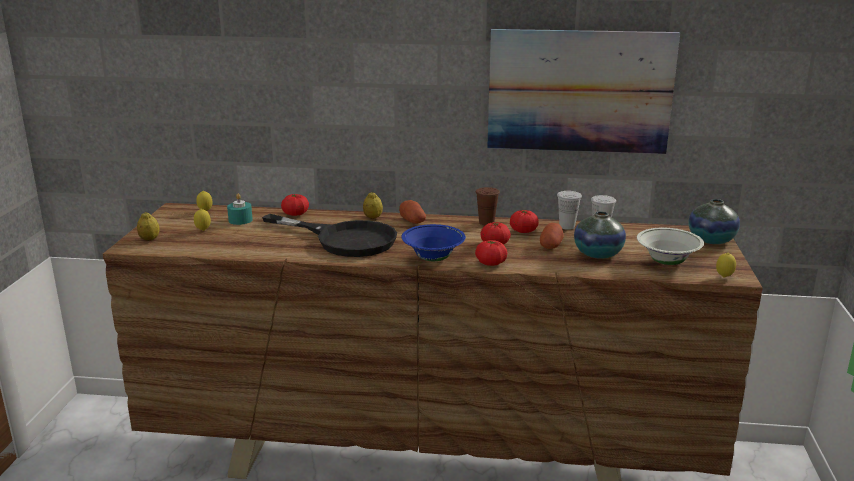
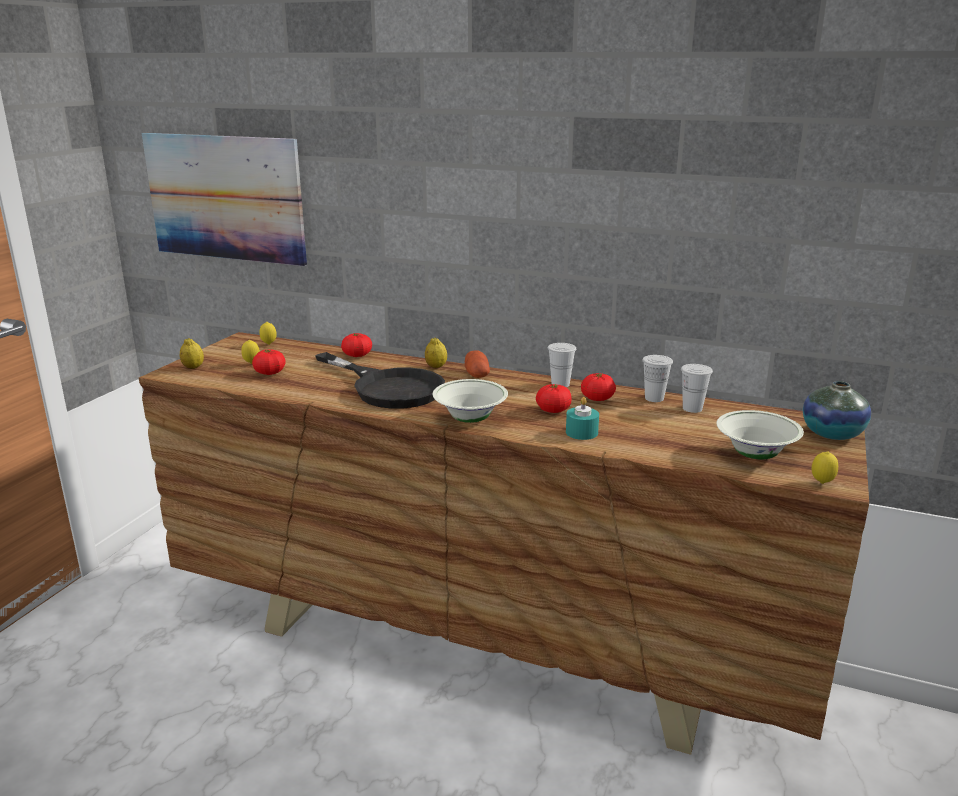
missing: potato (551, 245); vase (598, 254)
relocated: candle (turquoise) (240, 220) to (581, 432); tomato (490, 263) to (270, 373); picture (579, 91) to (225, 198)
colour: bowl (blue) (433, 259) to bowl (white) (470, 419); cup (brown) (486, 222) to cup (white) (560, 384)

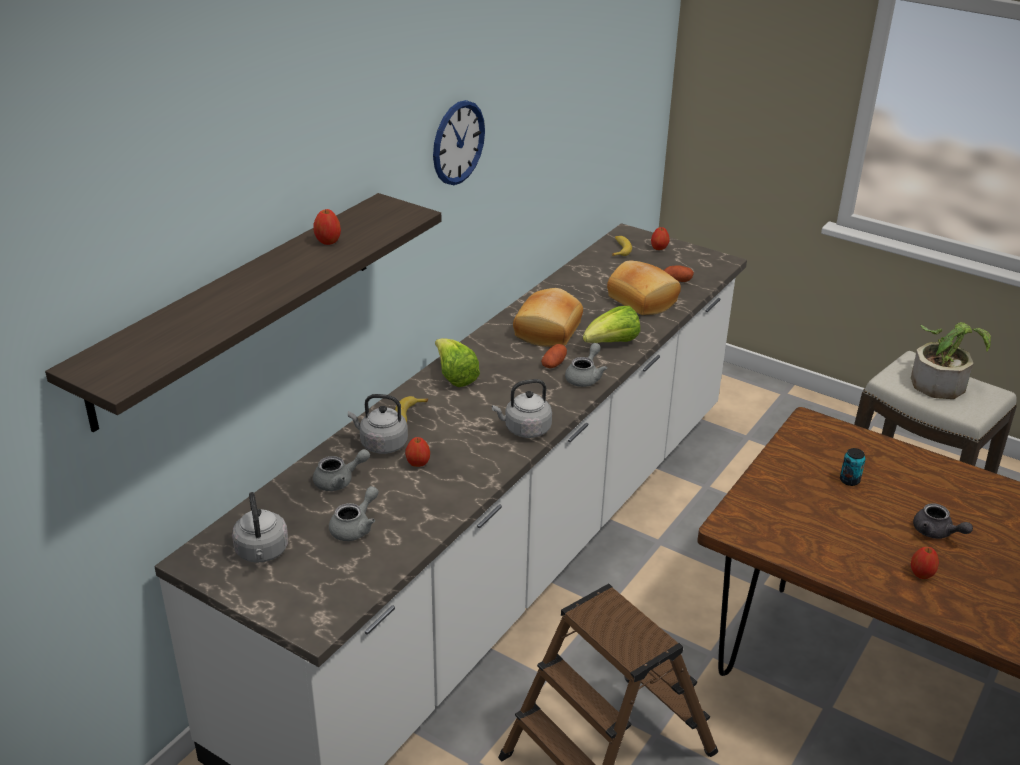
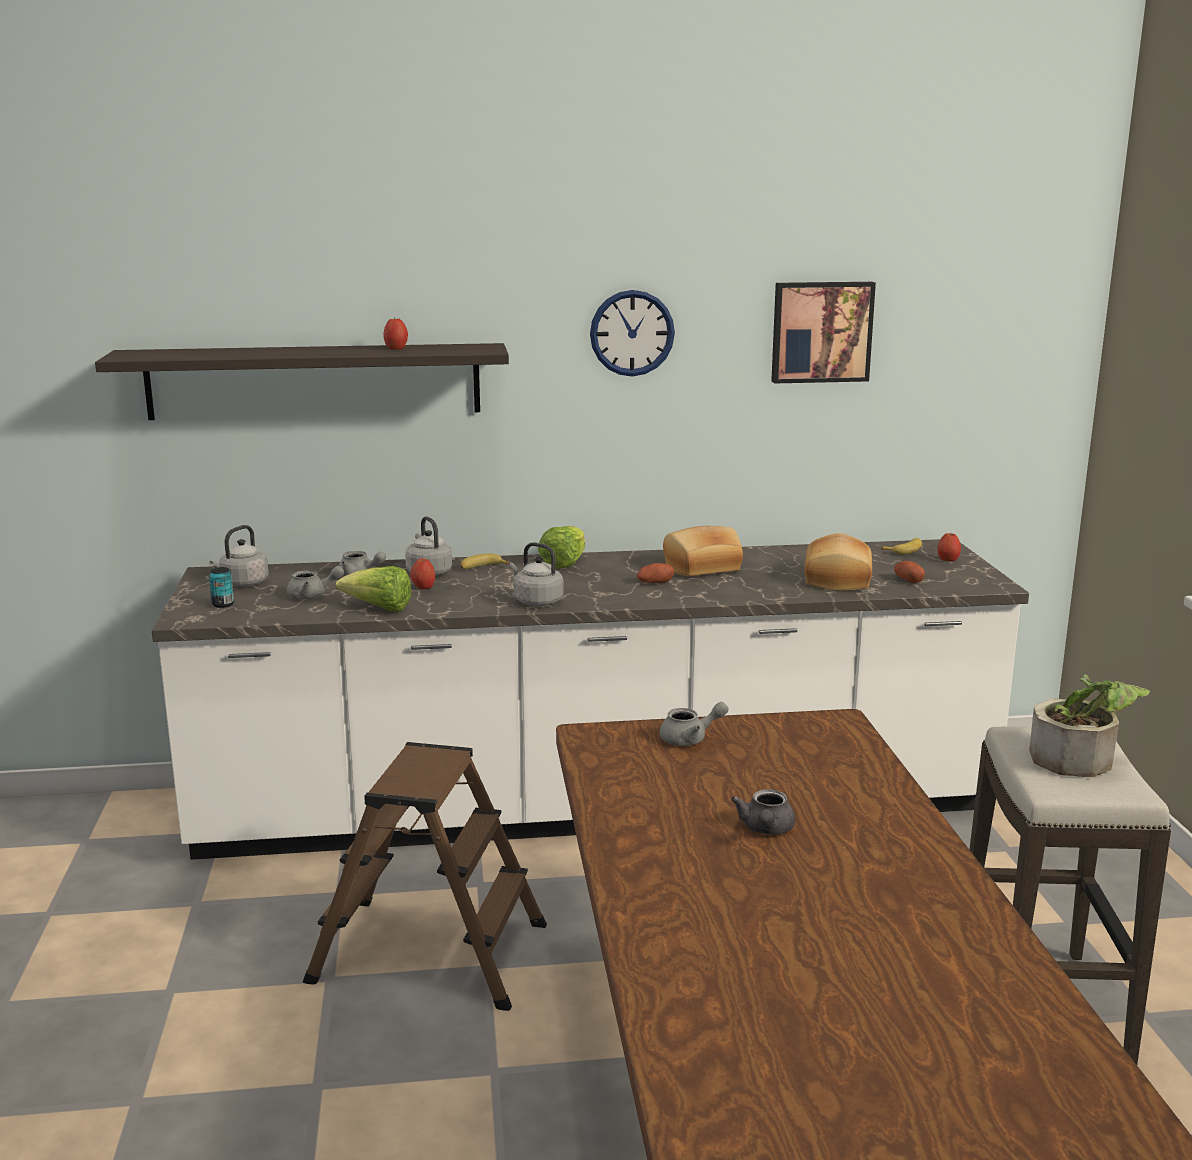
missing: apple (921, 574)
appeared: picture (821, 331)
relocated: teapot (grey) (585, 377) to (690, 739); lettuce (612, 343) to (379, 609); can (849, 480) to (223, 604)

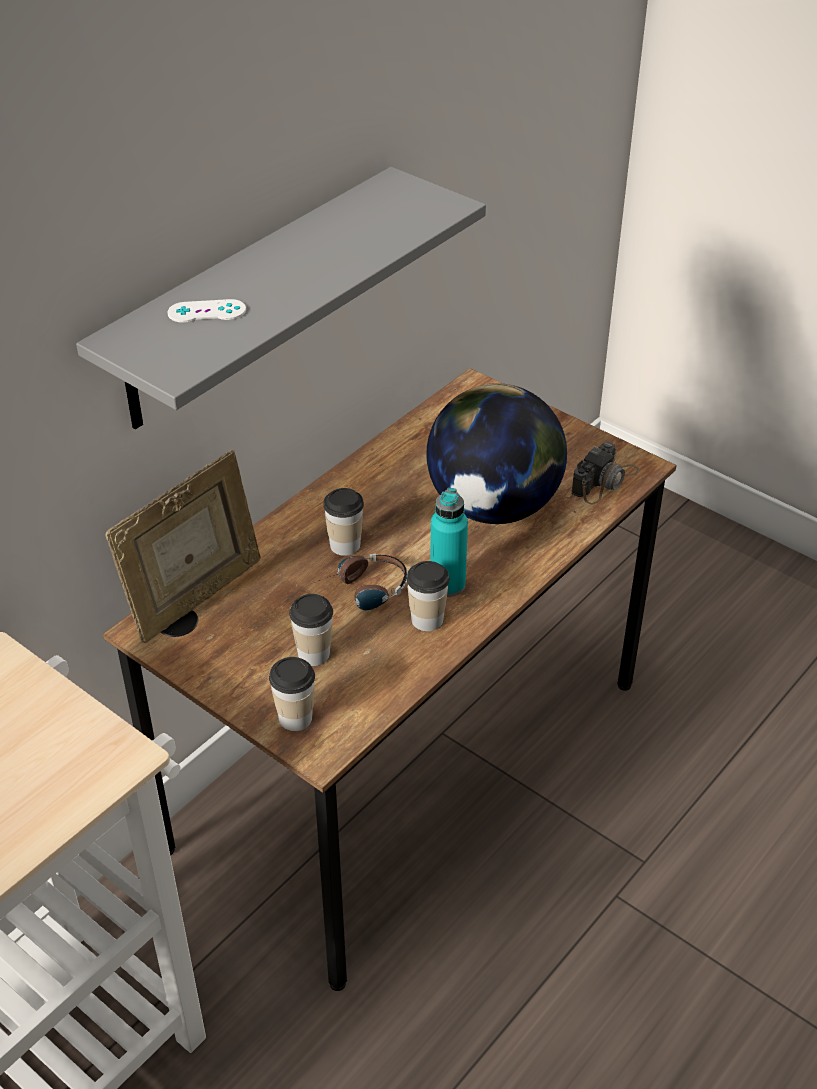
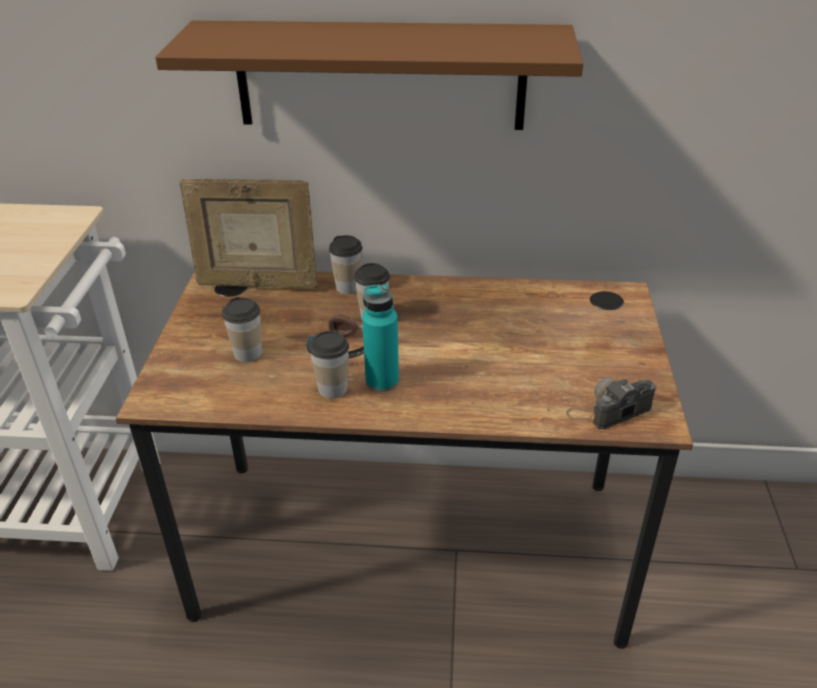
missing: game controller (white) (207, 312); globe (493, 507)
relocated: cup (295, 718) to (348, 287)
colour: shelf (grey) (252, 299) to shelf (brown) (380, 76)
spun: photo camera (605, 481) = (609, 410) 150 degrees clockwise

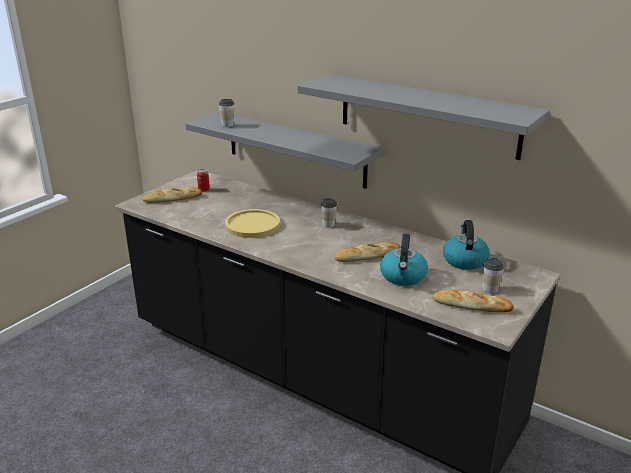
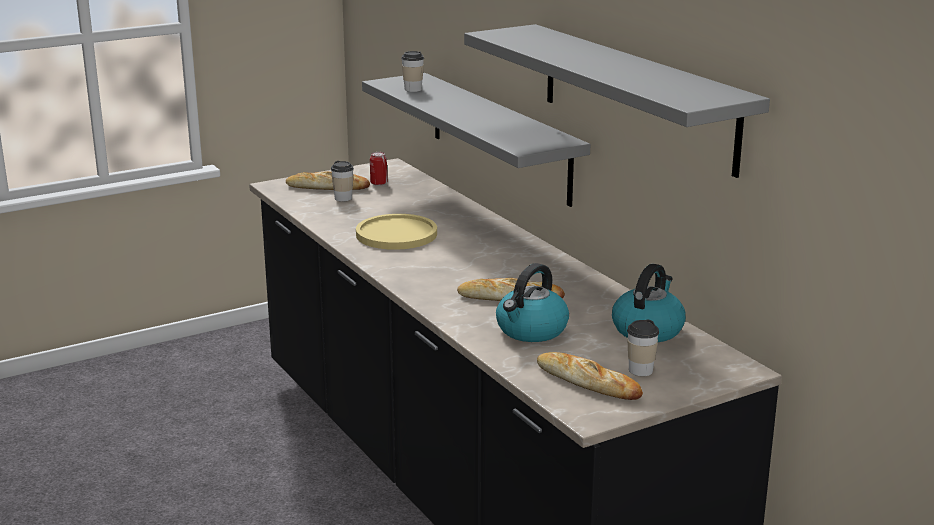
relocated: cup (328, 225) to (343, 198)

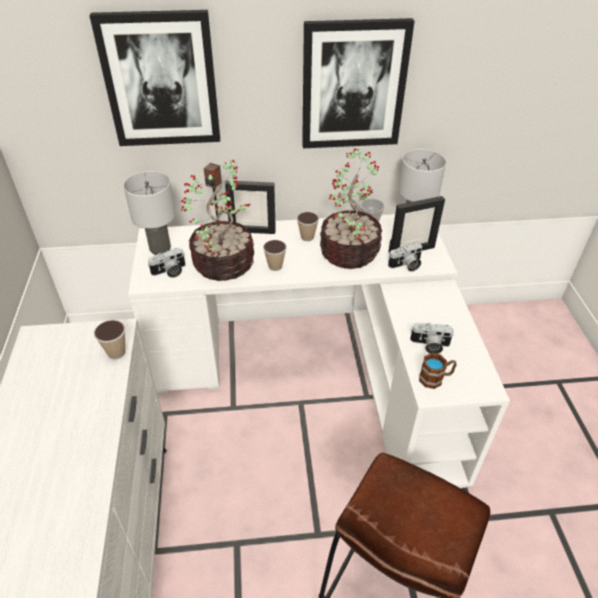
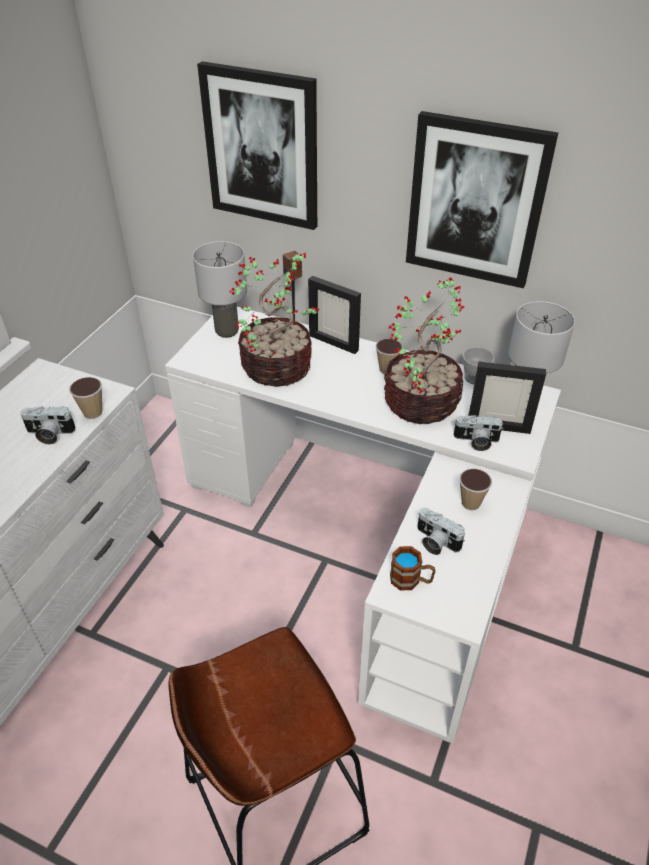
relocated: photo camera (169, 272) to (49, 434); cup (275, 266) to (470, 503)

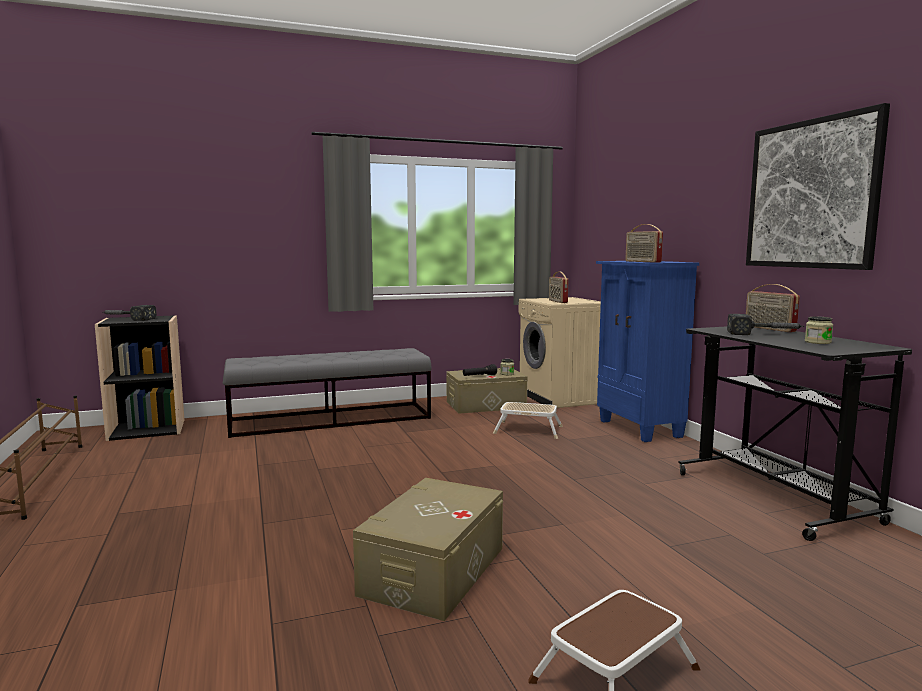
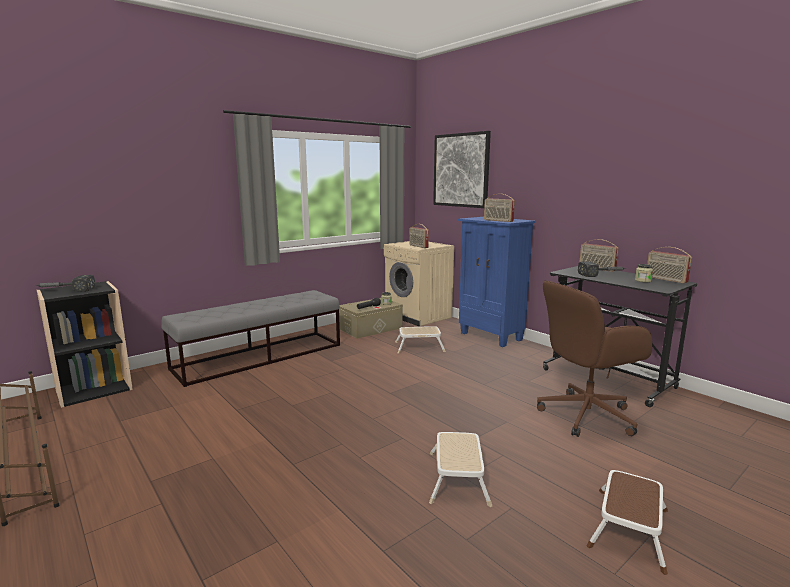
appeared: office chair (brown) (585, 416); radio (665, 279)
relocated: picture (811, 194) to (461, 170)
exchanged: storage box (beige) (433, 571) to step ladder (beige) (457, 477)

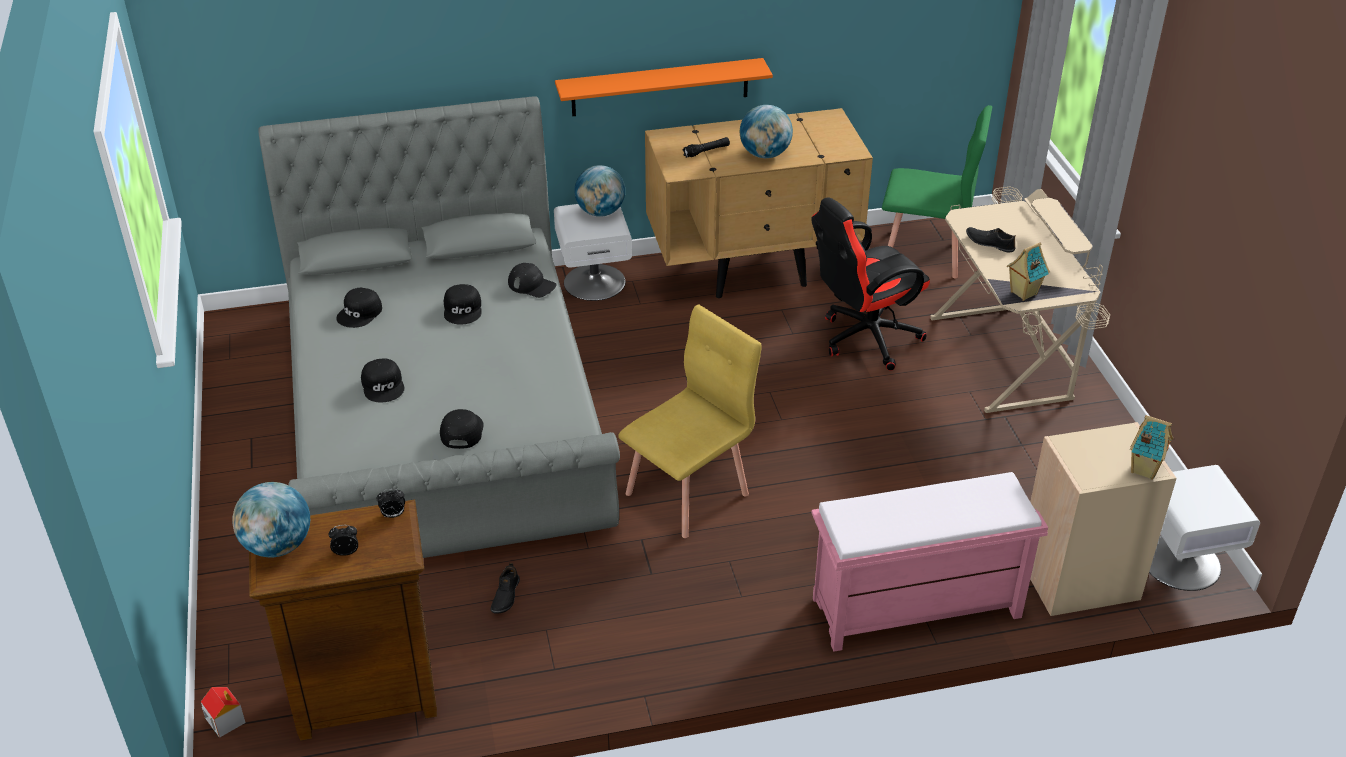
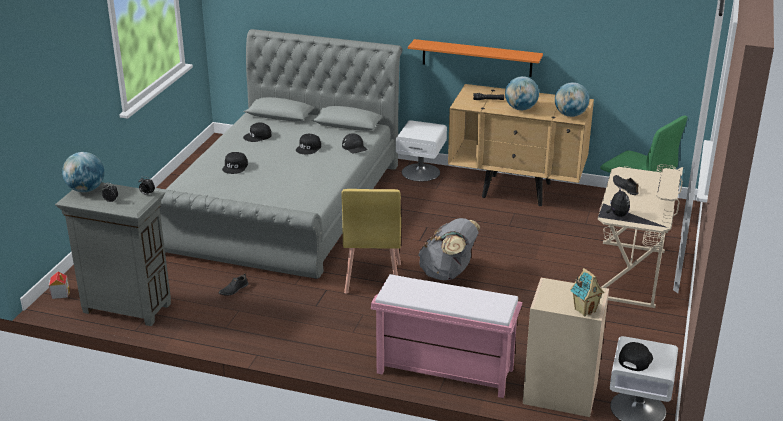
missing: office chair (black) (862, 340)
appeared: backpack (grey) (448, 273)
relocated: cap (black) (461, 431) to (635, 359); globe (600, 212) to (570, 115)
exchanged: toy house (1022, 293) to plush toy (617, 215)
colour: cabinet (brown) (364, 702) to cabinet (grey) (125, 308)
spun: chair (yellow) (688, 493) = (372, 278) 105 degrees clockwise

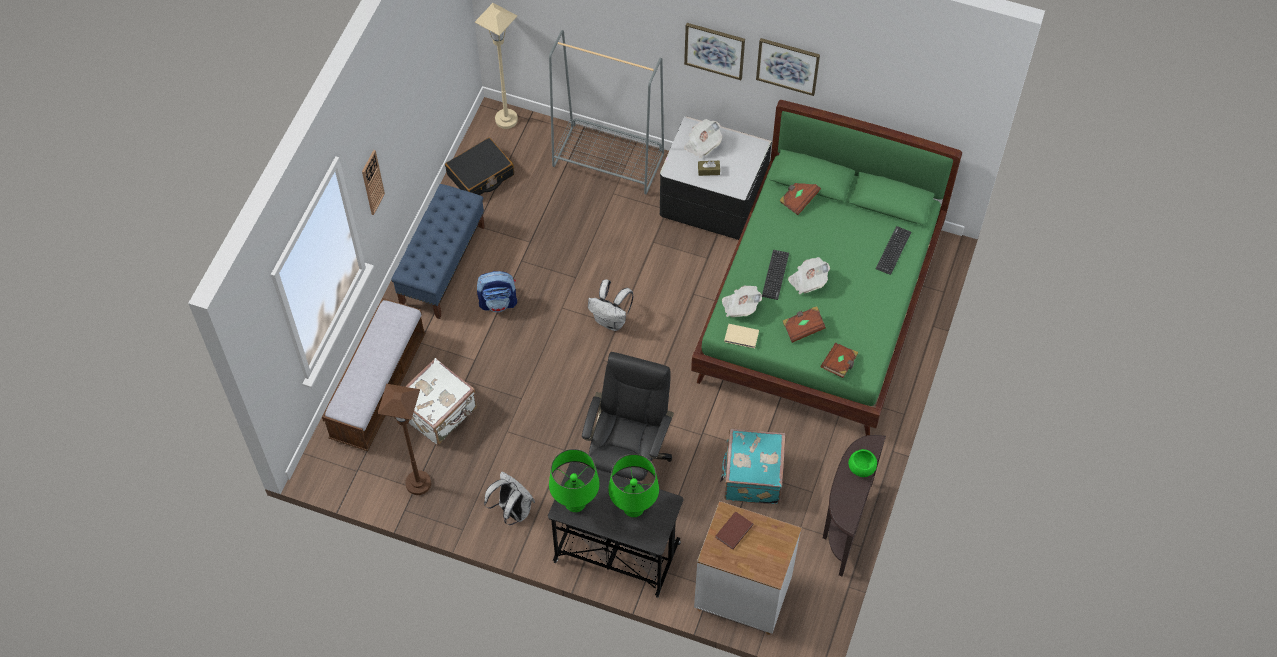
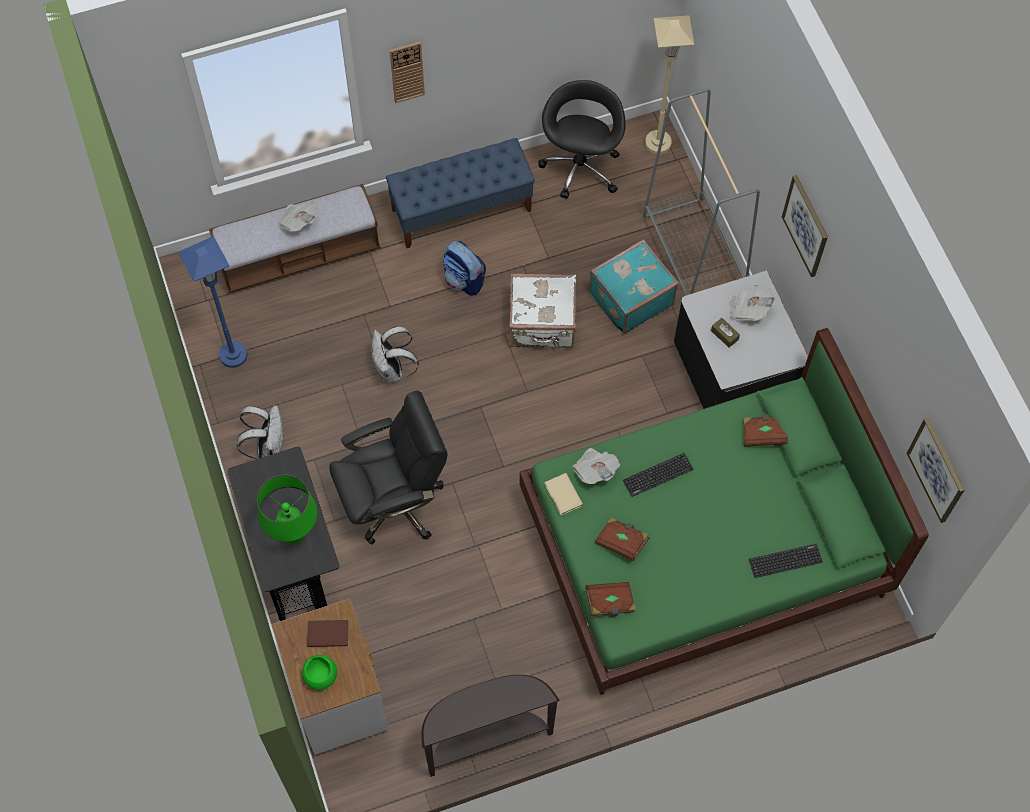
missing: table lamp (green) (575, 503)
relocated: suitcase (white) (440, 413) to (542, 324); backpack (white) (611, 320) to (392, 370); suitcase (turquoise) (751, 477) to (629, 298); picture (788, 66) to (936, 470); newspaper (808, 281) to (299, 221); bowl (green) (861, 468) to (320, 676)
exchanged: suitcase (black) (480, 175) to office chair (black) (581, 167)
colour: floor lamp (brown) (418, 483) to floor lamp (blue) (233, 355)

